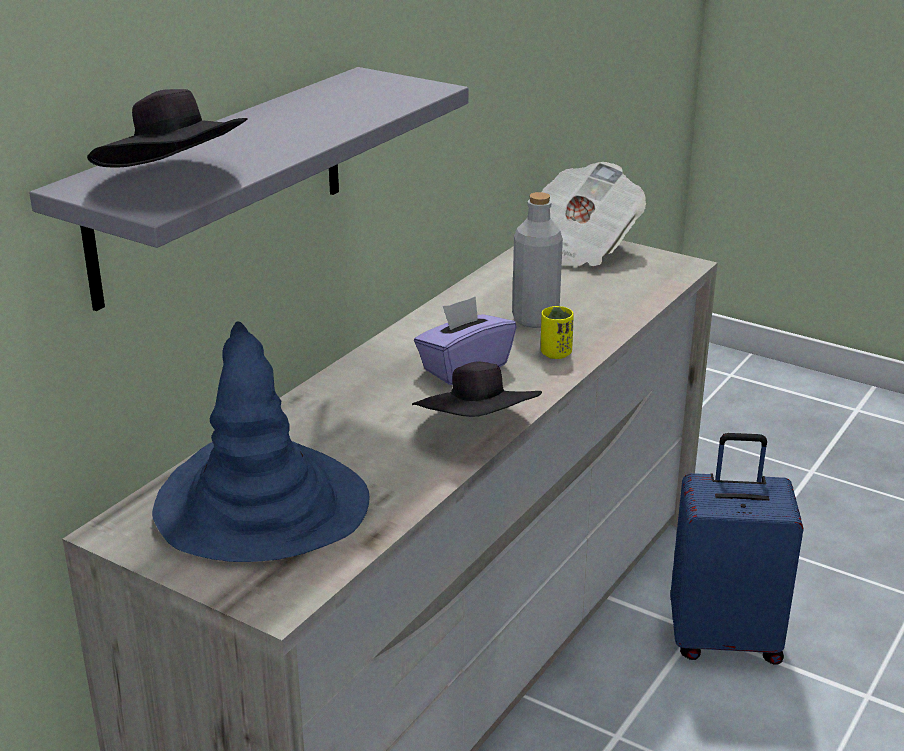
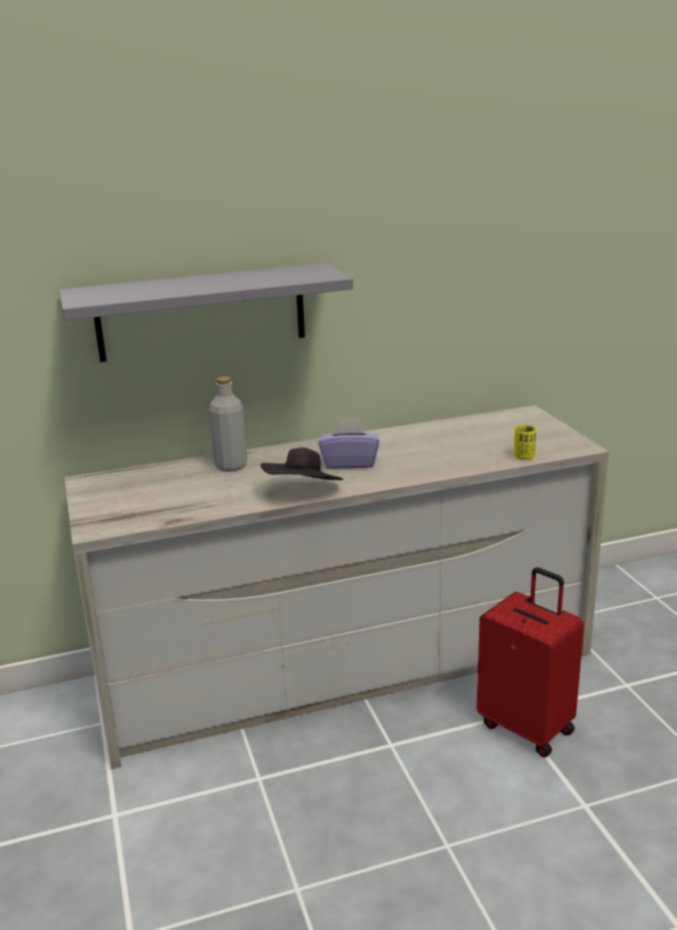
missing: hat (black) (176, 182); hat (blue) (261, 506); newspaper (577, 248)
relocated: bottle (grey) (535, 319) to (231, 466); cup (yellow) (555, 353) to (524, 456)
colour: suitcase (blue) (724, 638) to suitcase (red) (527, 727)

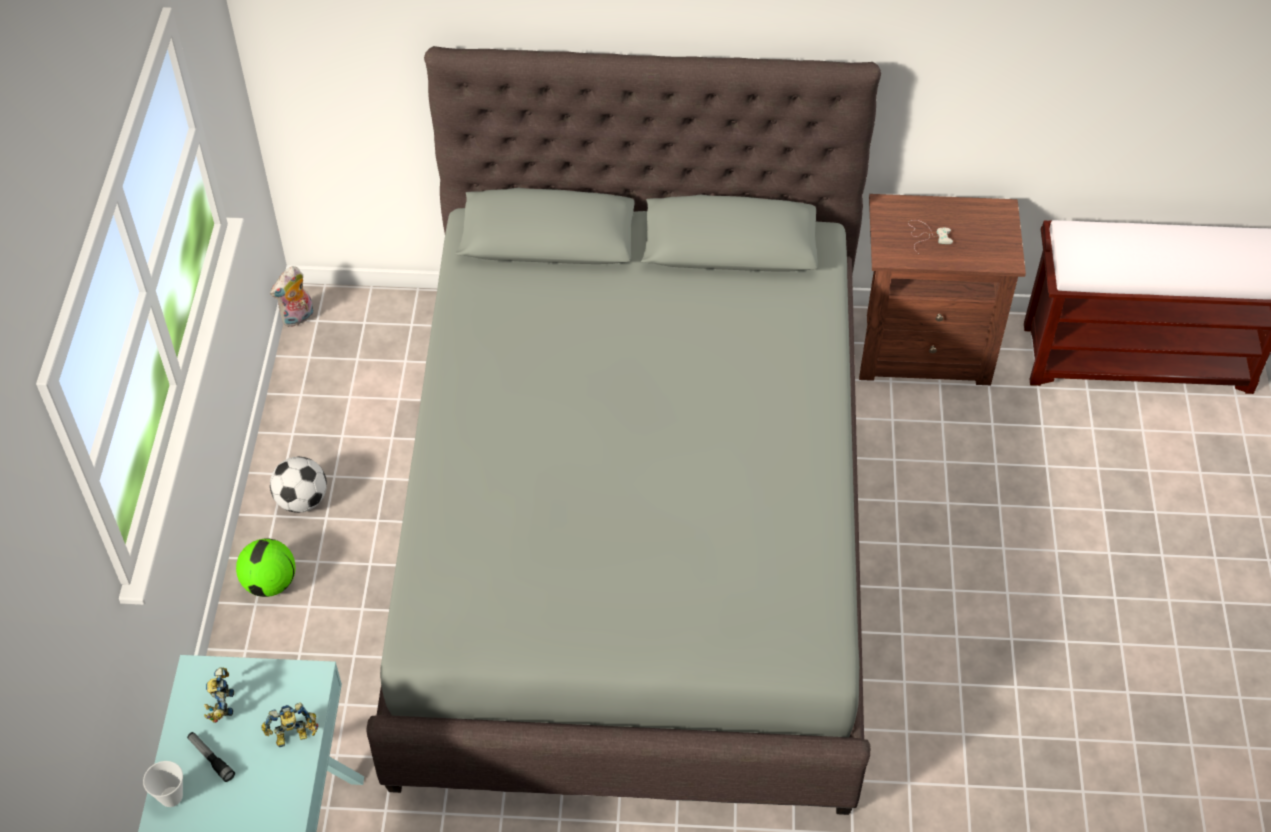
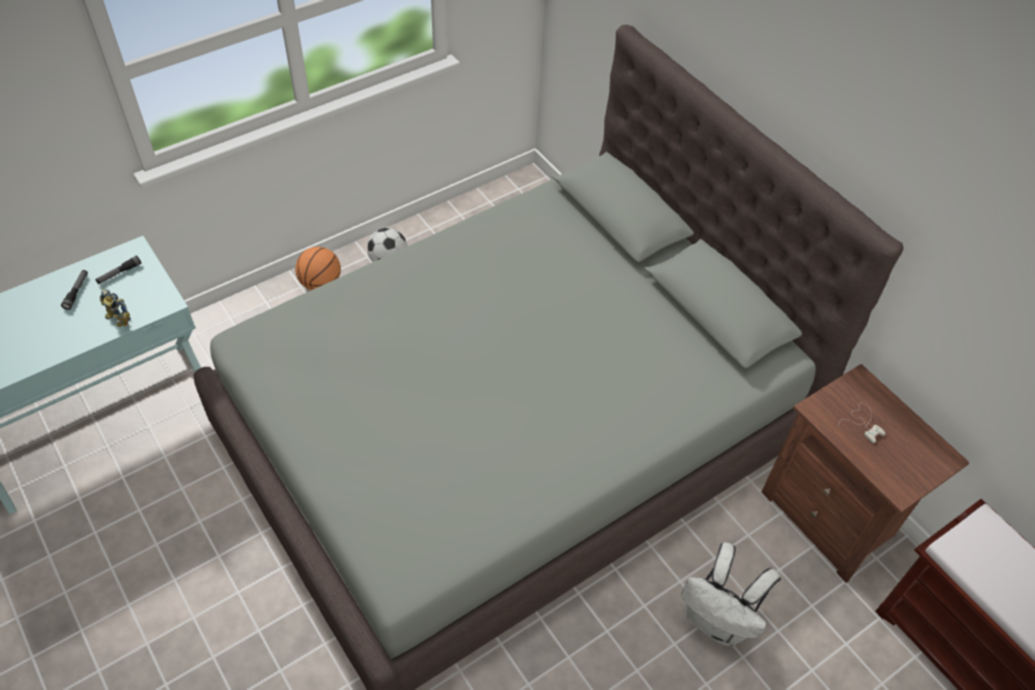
missing: cup (171, 796); plush toy (298, 318)
appeared: backpack (white) (717, 621)
exchanged: toy robot (221, 704) to flashlight (119, 273); football (270, 583) to basketball (320, 283)

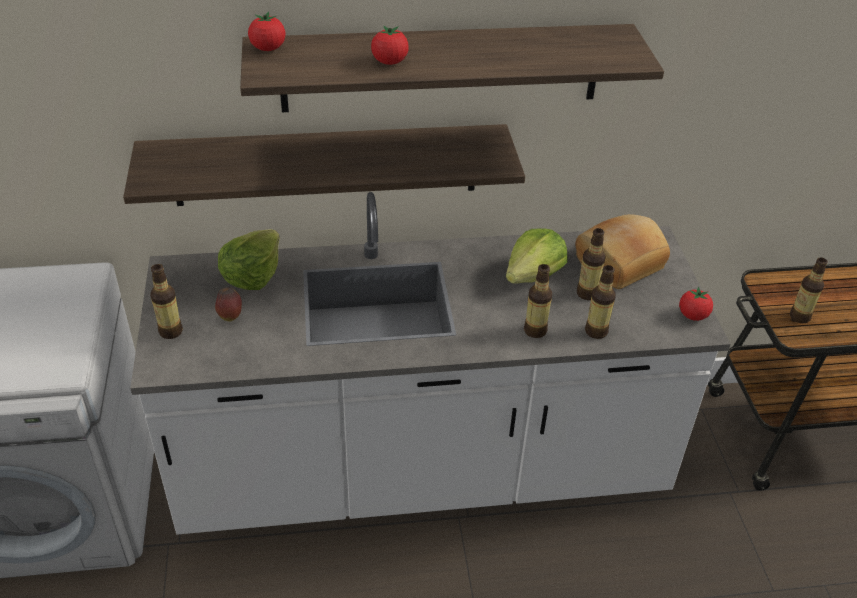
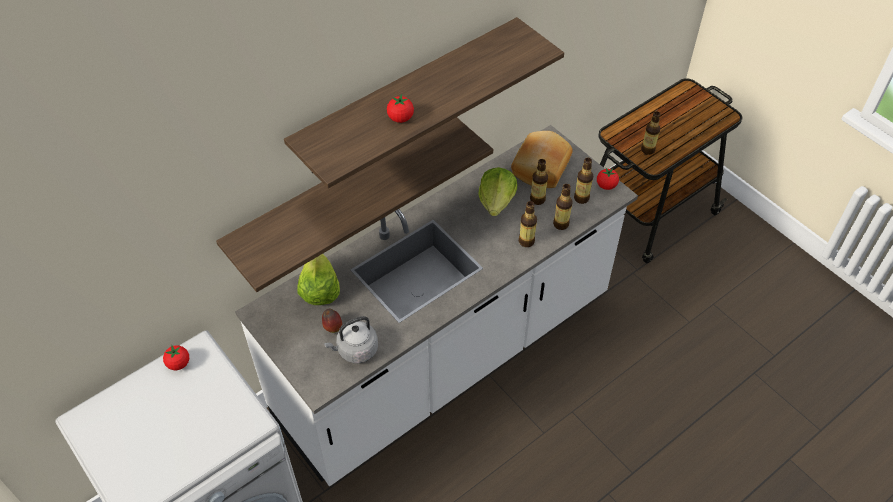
appeared: kettle (grey) (355, 350)
relocated: bottle (171, 331) to (581, 198); tomato (268, 48) to (178, 363)

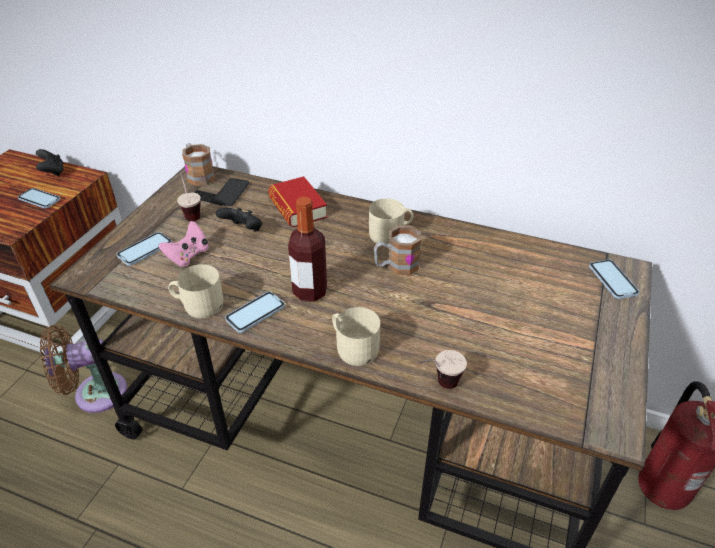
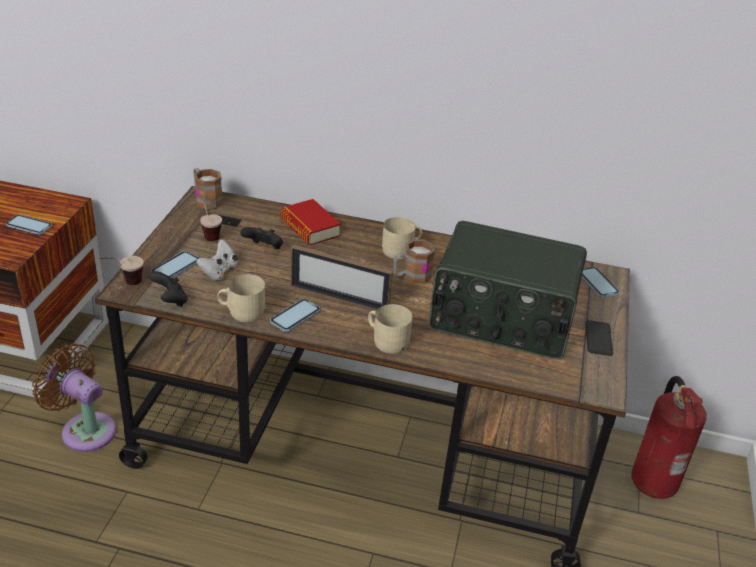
appeared: radio (501, 319)
relocated: game controller (black) (53, 172) to (170, 301); phone (231, 192) to (598, 338); cup (437, 386) to (124, 284)
exchanged: bottle (310, 292) to picture frame (339, 298)
colour: game controller (pink) (188, 256) to game controller (white) (219, 271)
spun: fan (brown) (95, 394) = (84, 429) 60 degrees clockwise

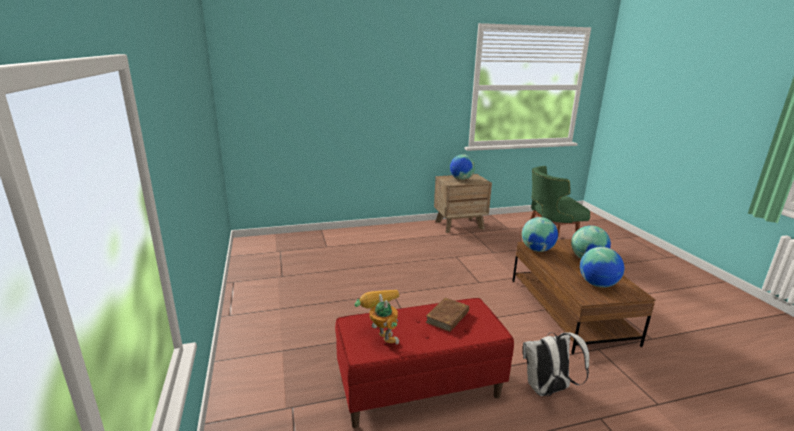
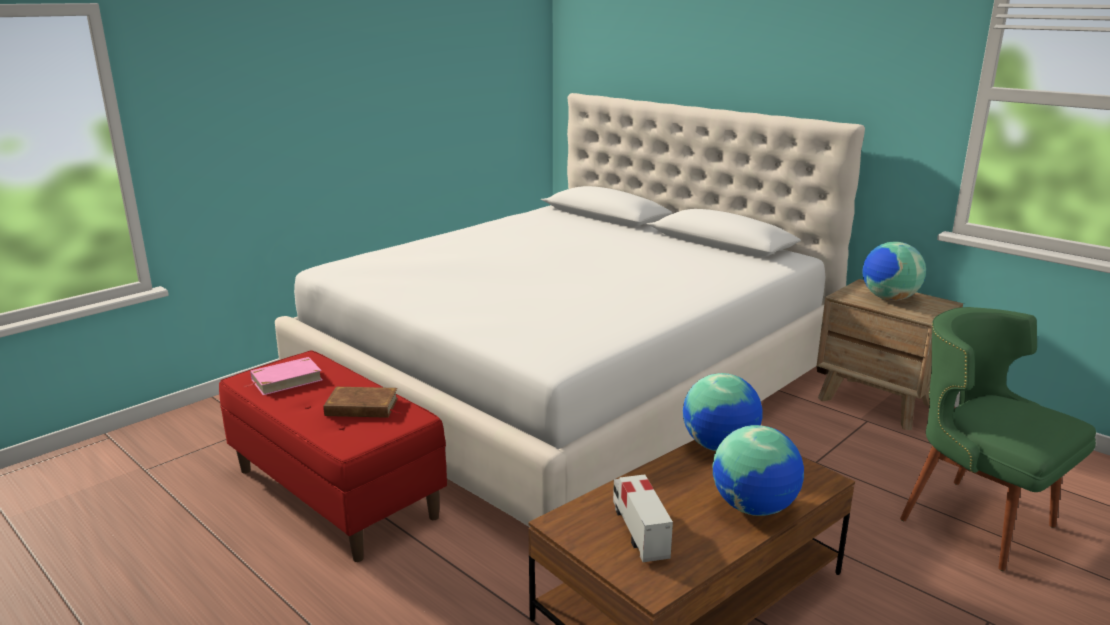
missing: backpack (white) (547, 390)
appeared: bed (white) (568, 383)
exchanged: toy robot (380, 336) to book (pink) (286, 380); globe (598, 284) to toy truck (639, 531)

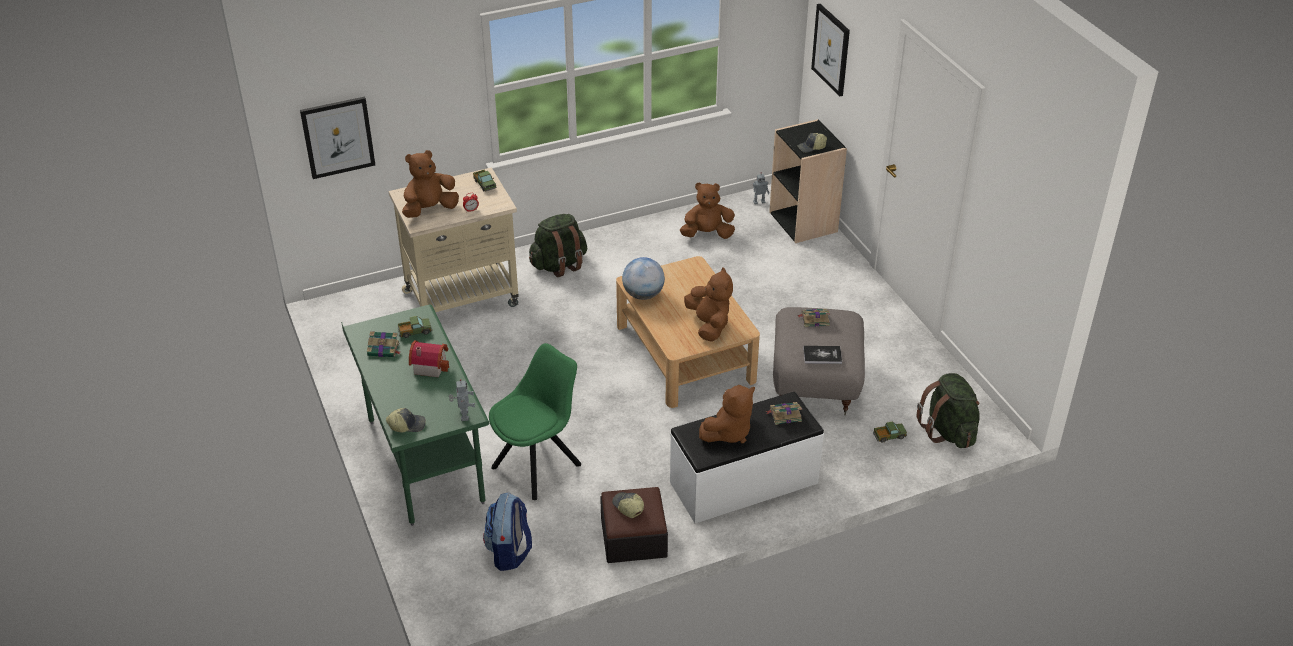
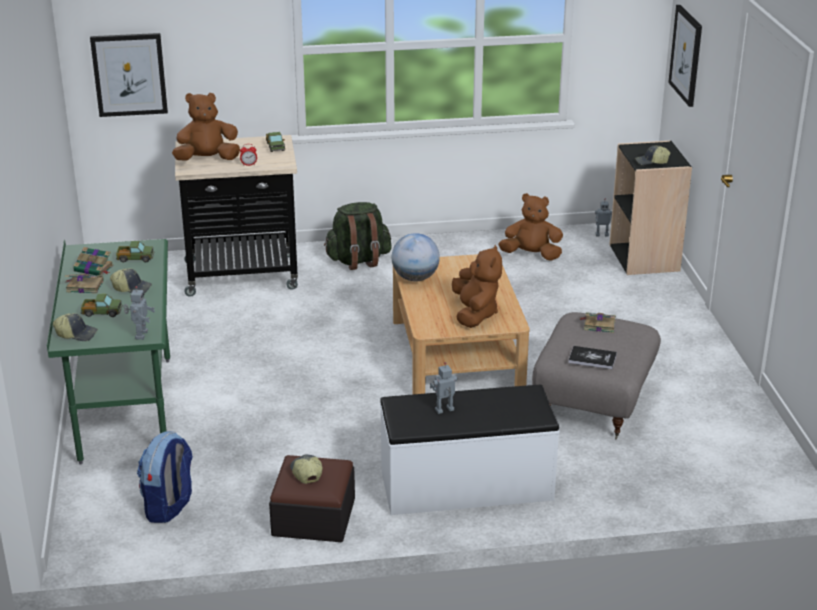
missing: chair (green) (537, 466); backpack (green) (948, 431)
relocated: book (784, 415) to (84, 286); toy truck (889, 436) to (102, 313)
exchanged: toy house (429, 365) to cap (132, 288); plush toy (brown) (729, 432) to toy robot (445, 410)
colour: cart (beige) (461, 298) to cart (black) (242, 275)

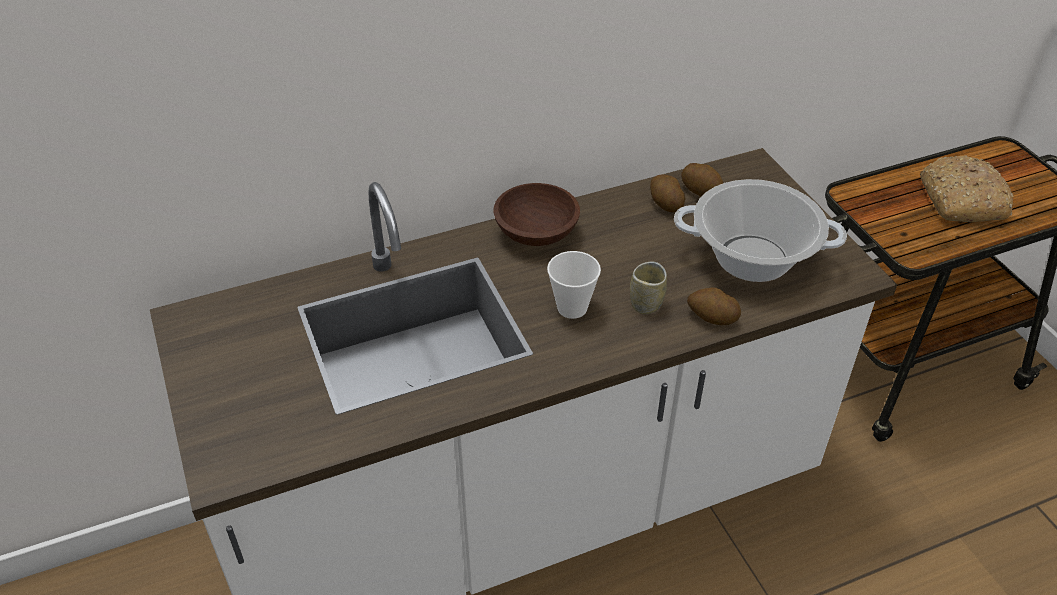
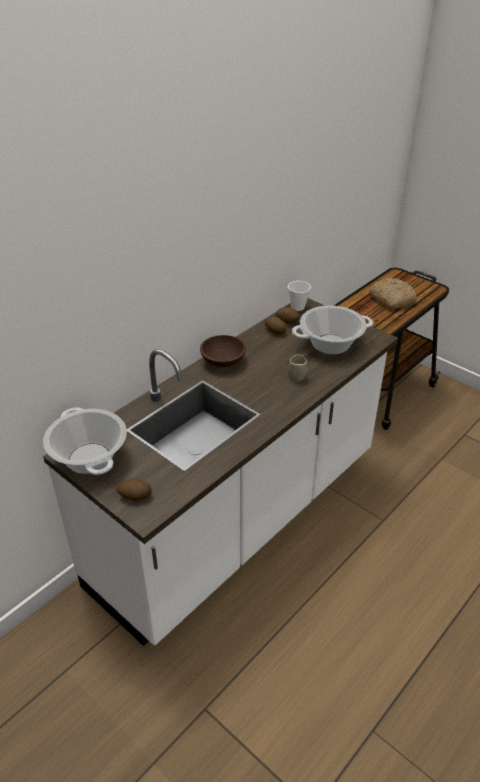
appeared: cooking pot (90, 458)
relocated: cup (572, 308) to (297, 307); potato (711, 317) to (135, 496)

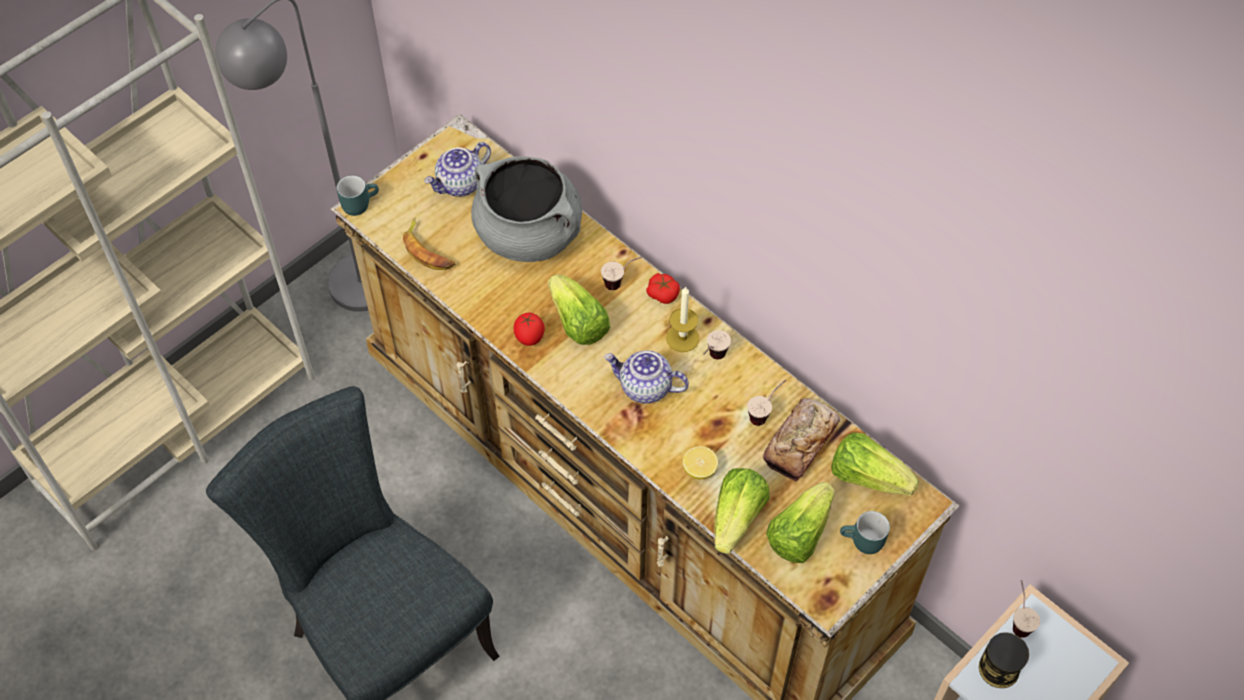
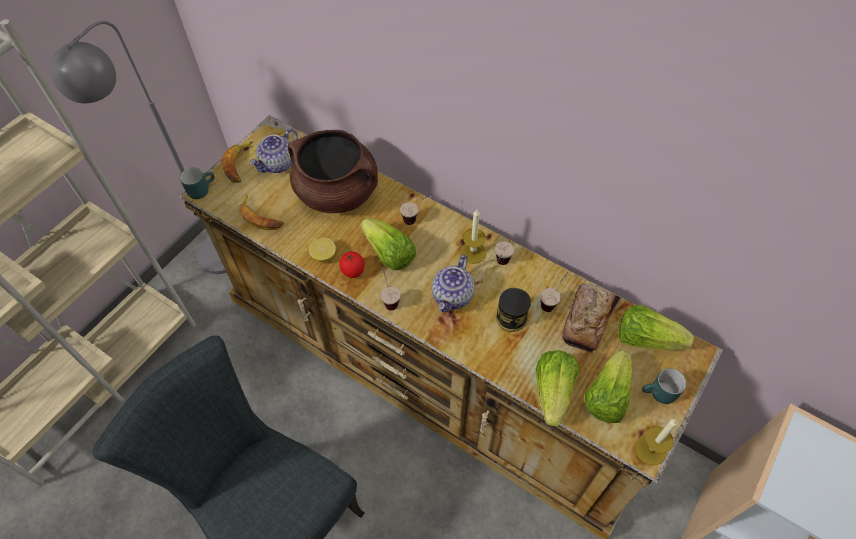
missing: tomato (663, 293)
appeared: banana (239, 164); candle (650, 449)
relocated: lemon (699, 469) to (324, 255); can (999, 668) to (511, 318); cup (1018, 619) to (389, 298)
colour: cooking pot (grey) (529, 234) to cooking pot (brown) (338, 193)
spun: teapot (645, 388) = (453, 296) 75 degrees counterclockwise

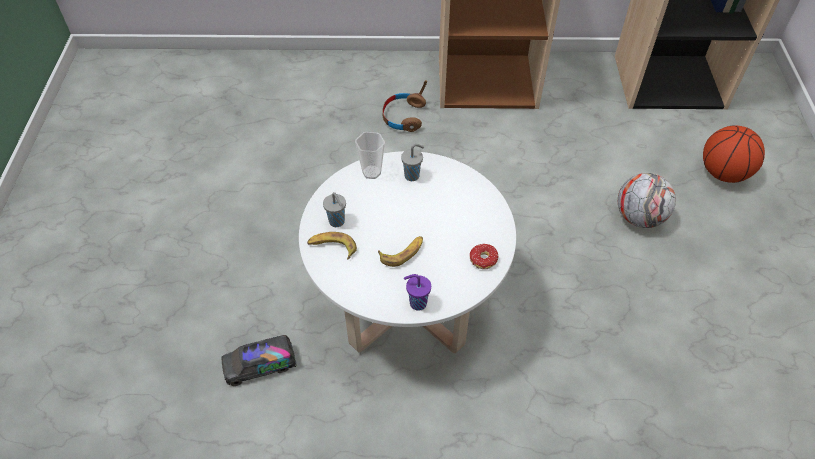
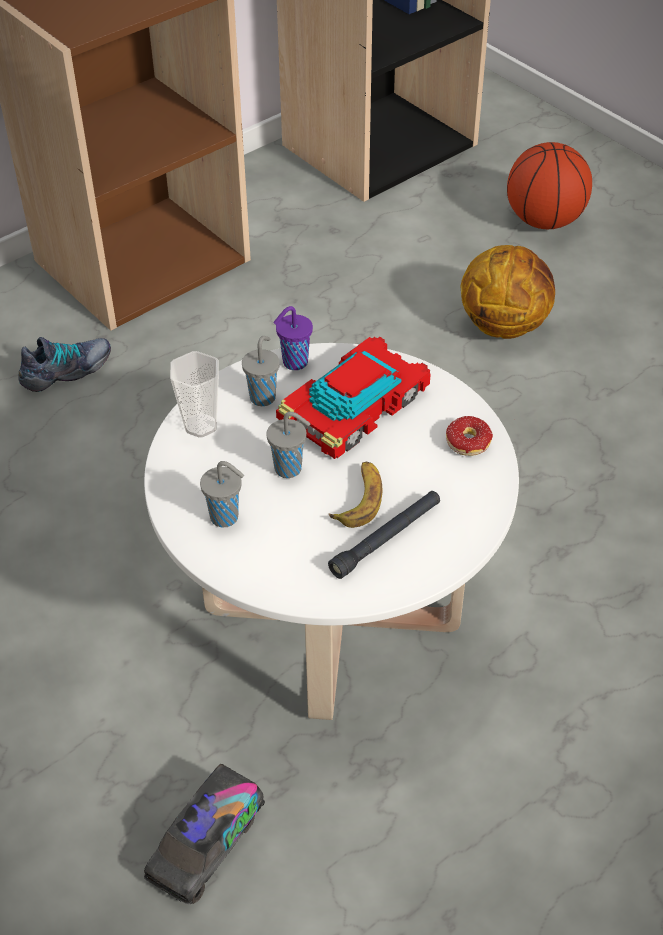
missing: banana (332, 247)
appeared: cup (grey) (290, 469); toy car (356, 408); flashlight (black) (386, 539)
relocated: cup (purple) (417, 303) to (293, 363)
exchanged: headphones (brown) (403, 117) to shoe (67, 371); football (639, 217) to basketball (504, 325)

